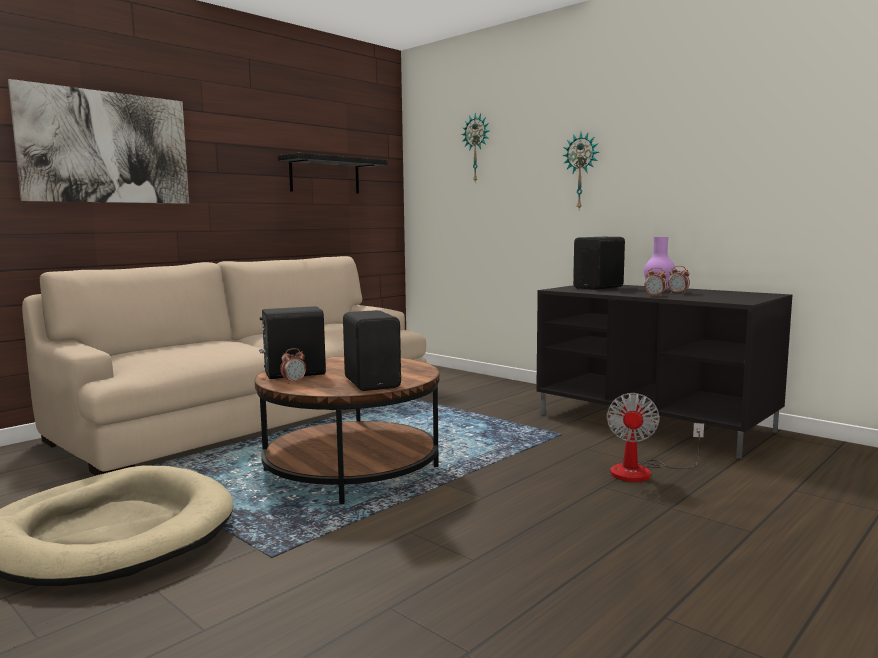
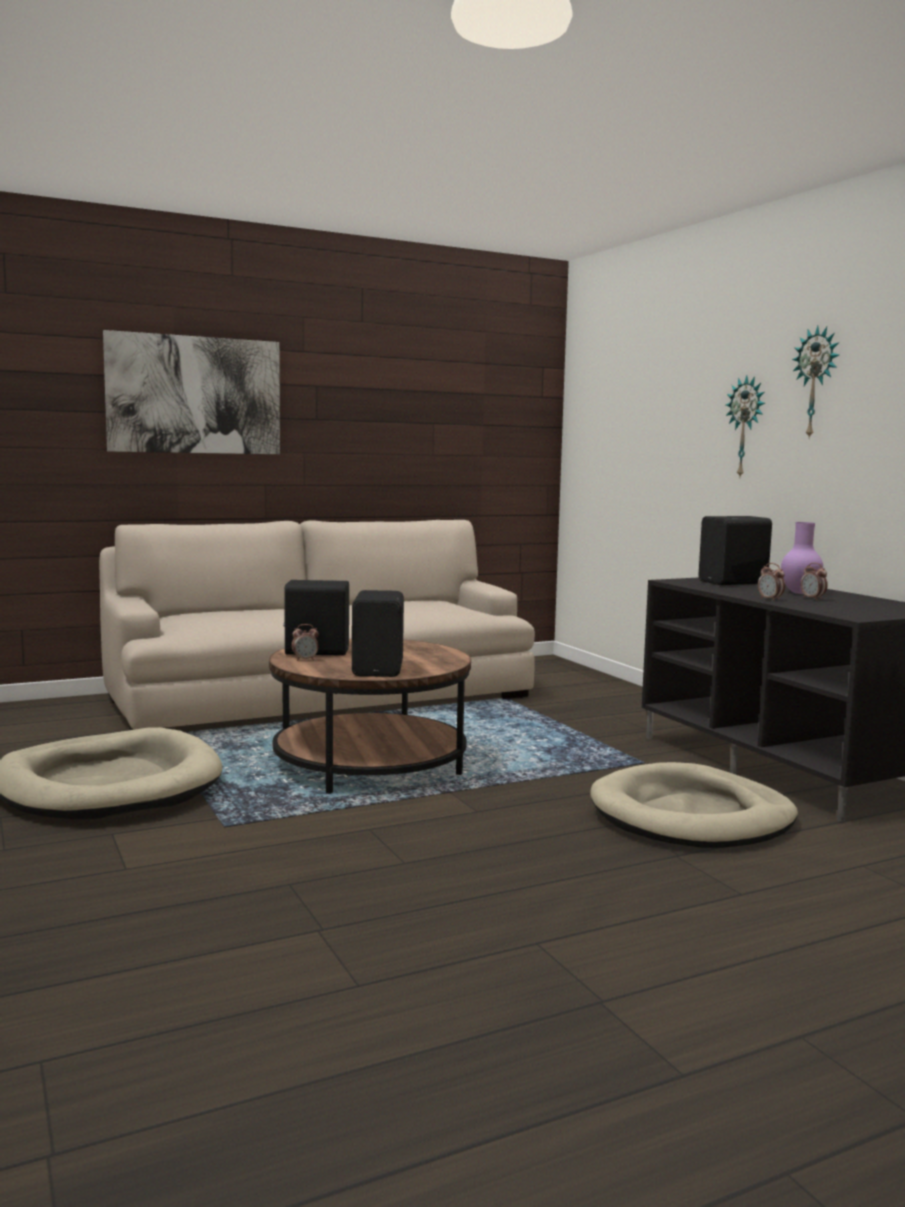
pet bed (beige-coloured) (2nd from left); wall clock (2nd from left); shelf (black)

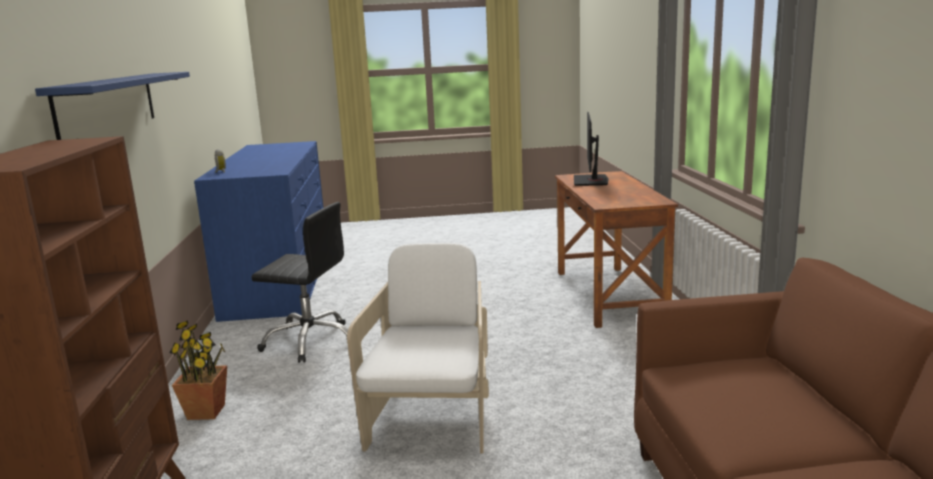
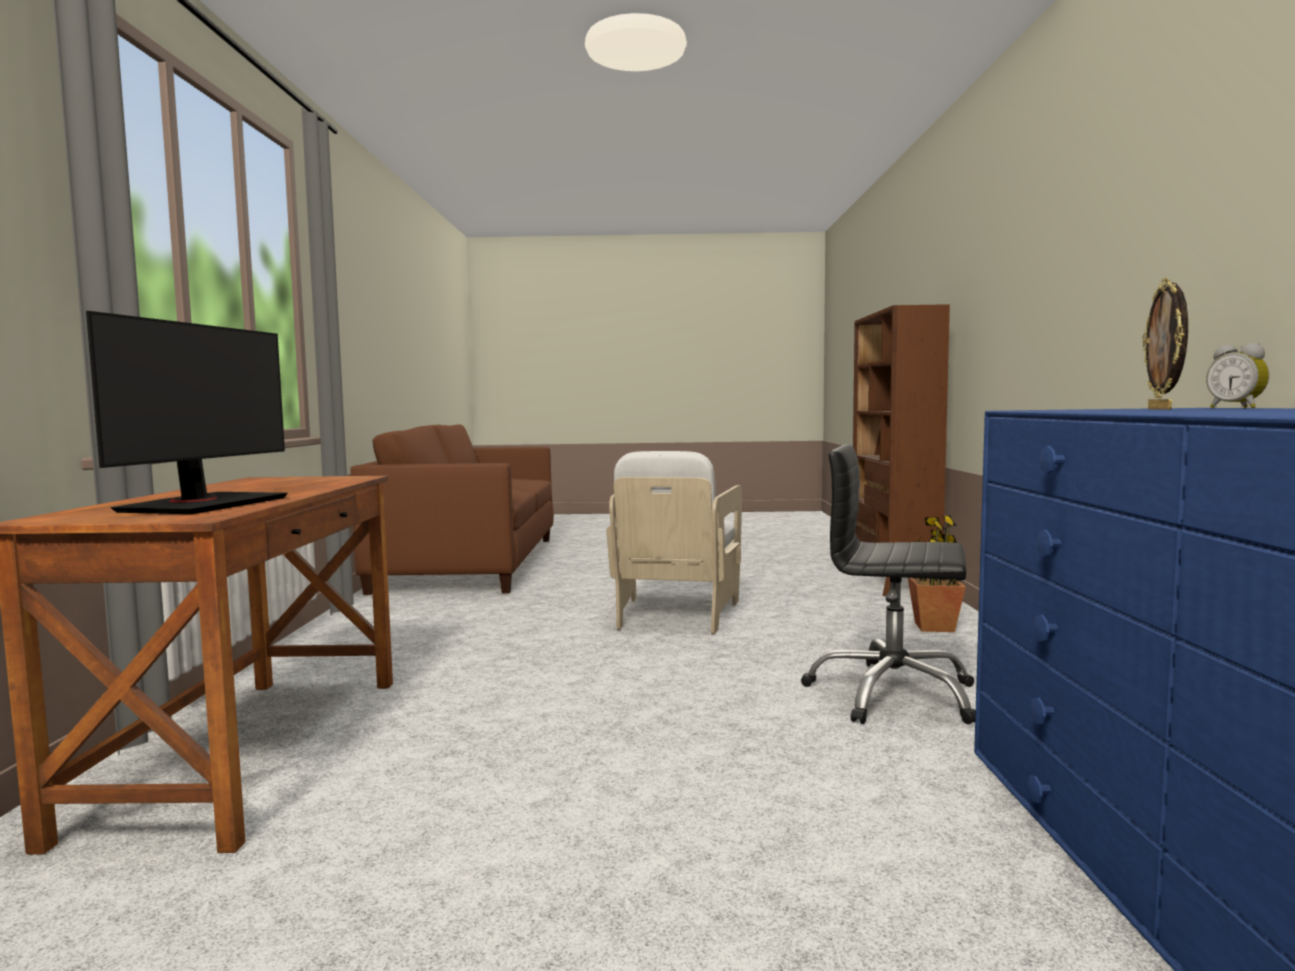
picture frame; shelf (blue-coloured)

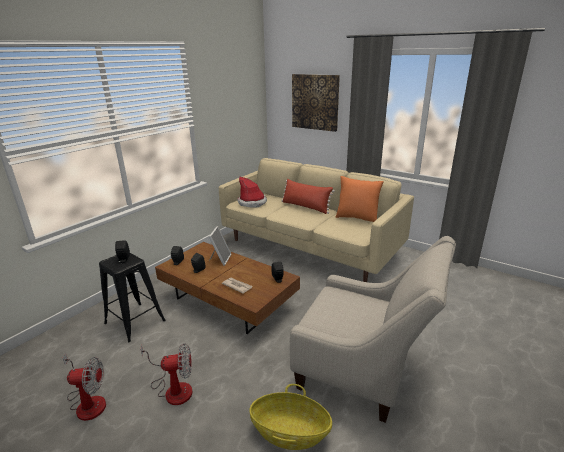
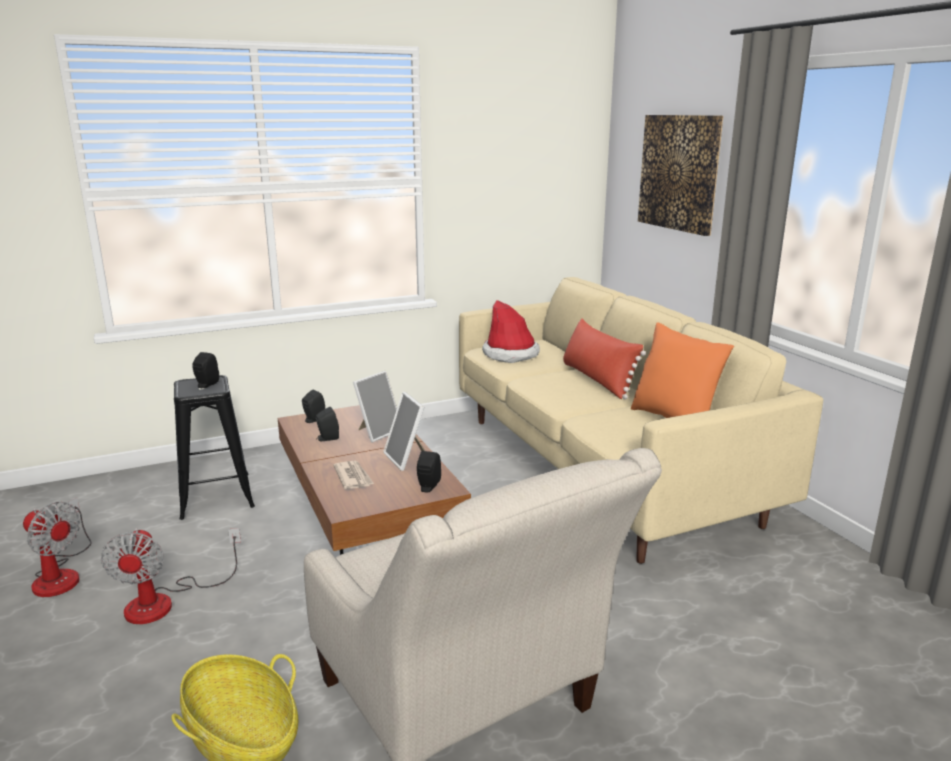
electric fan (2nd from left); picture frame (2nd from left)

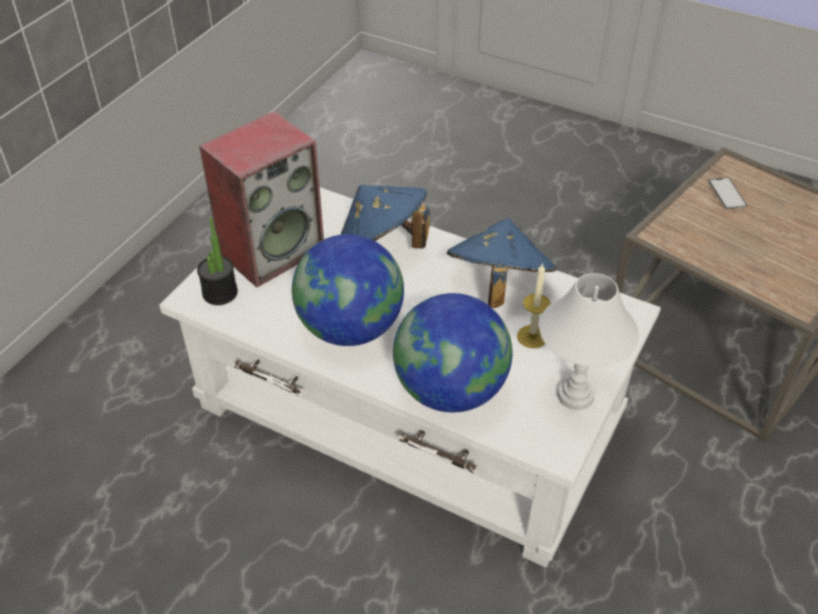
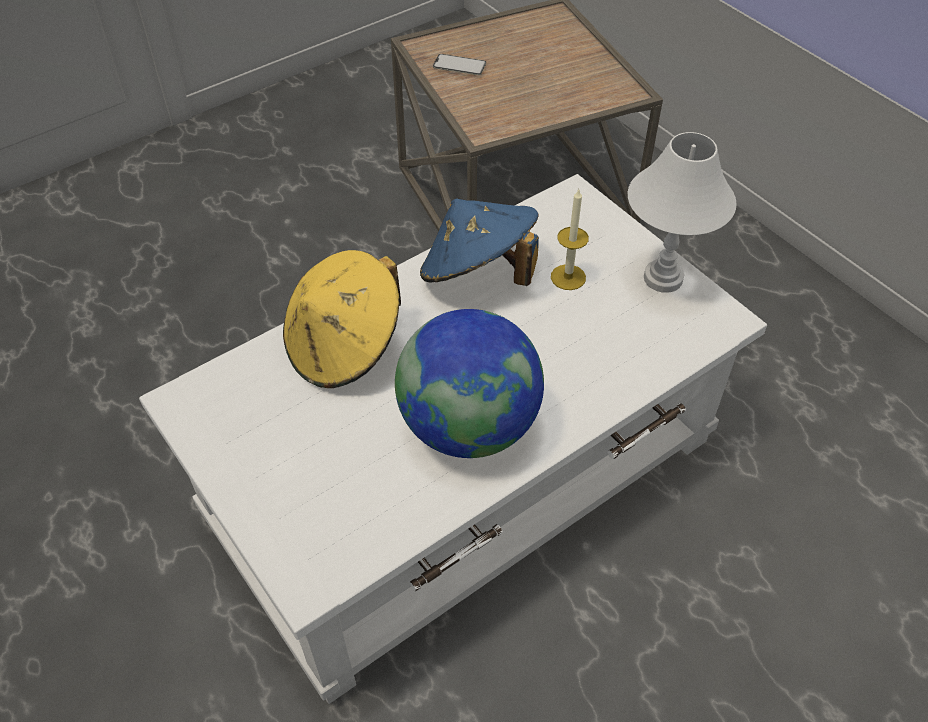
clothing hat (yellowish); plant in a pot; loudspeaker; desk globe (2nd from left in the first image)

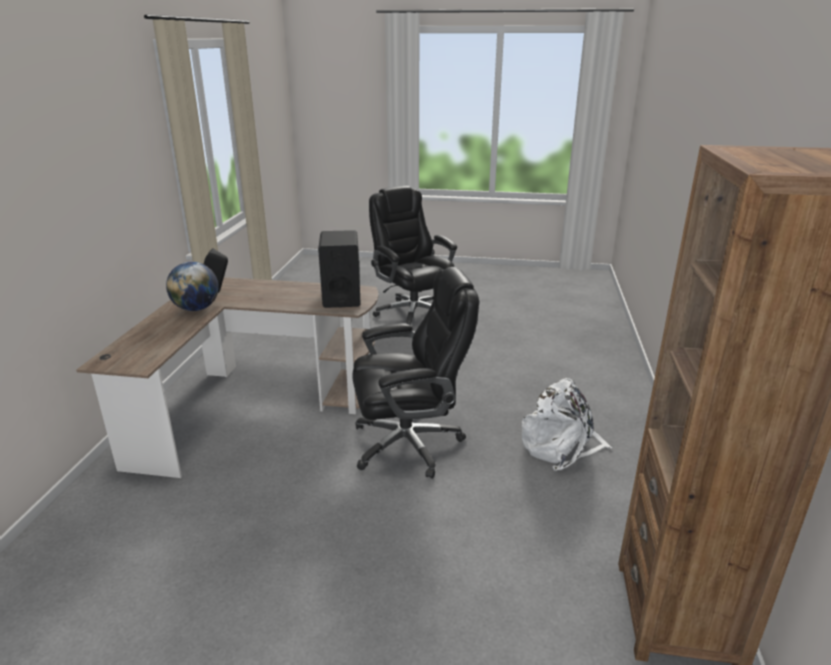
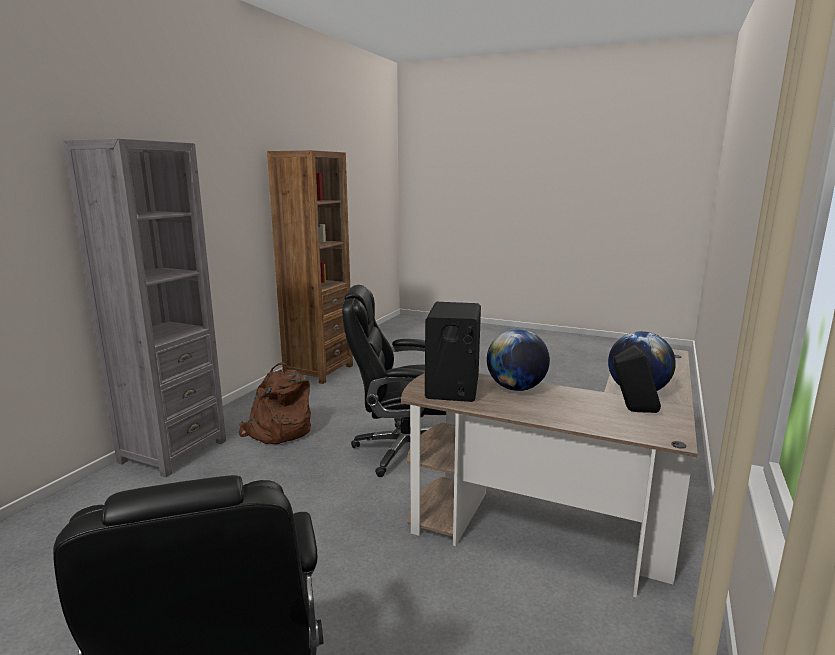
bookcase (gray); backpack (brownish); desk globe (1st from left)

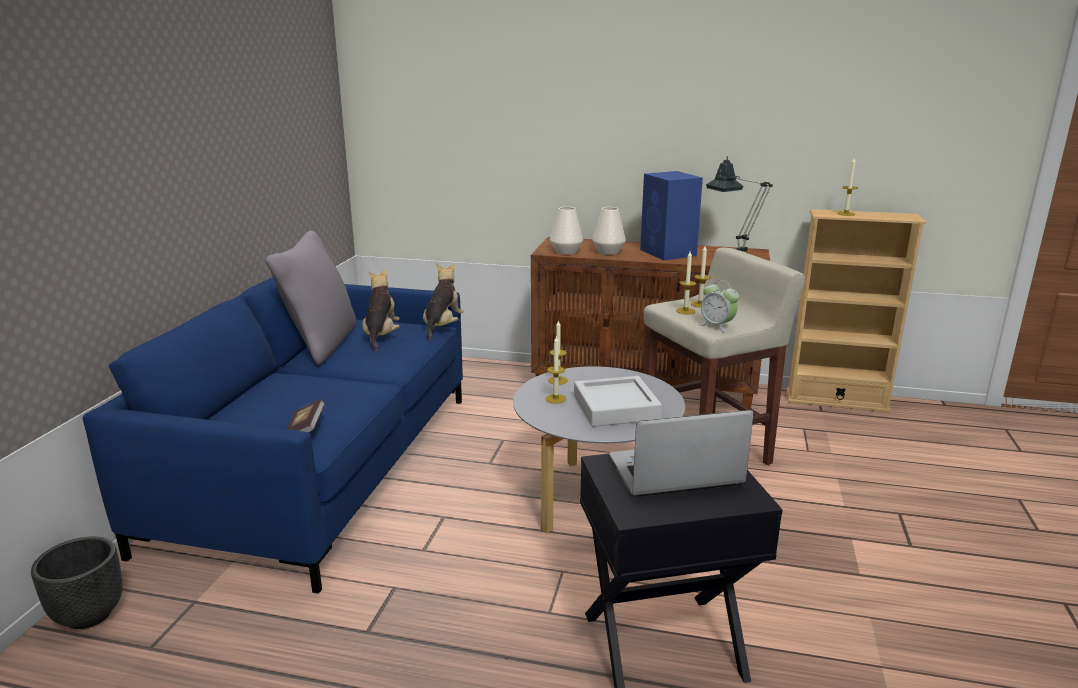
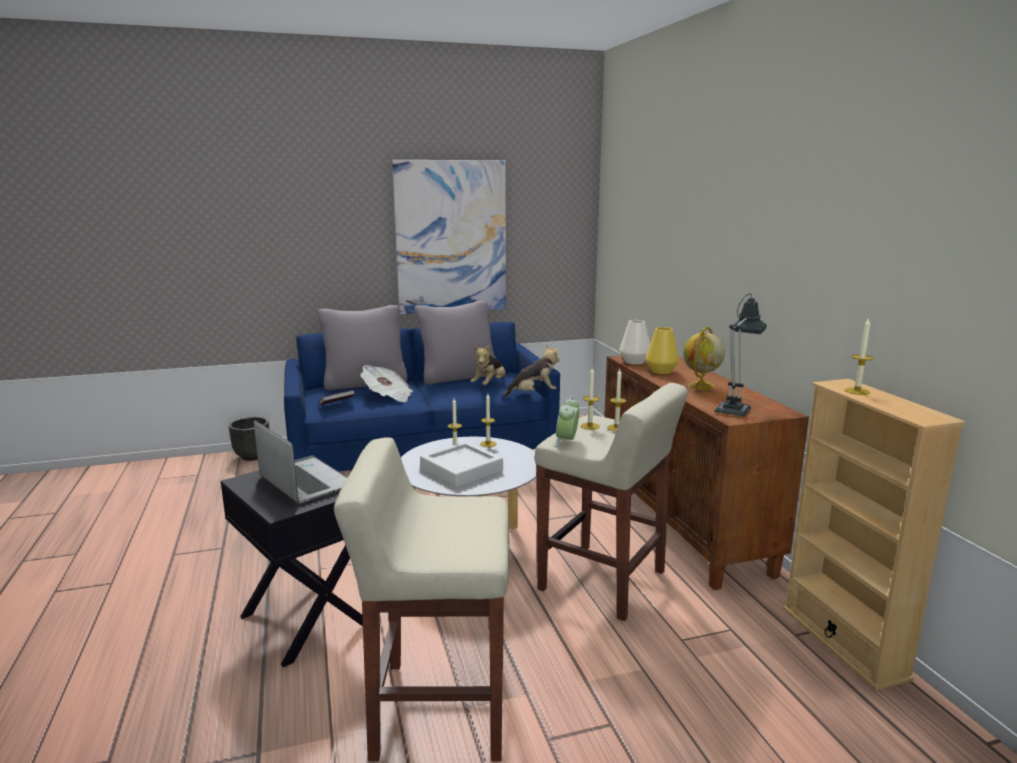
throw pillow (gray) (1st from left); stool seat (beige-coloured) (1st from left); printed paper; wall art; cuddly toy (1st from left); vase (yellowish); desk globe

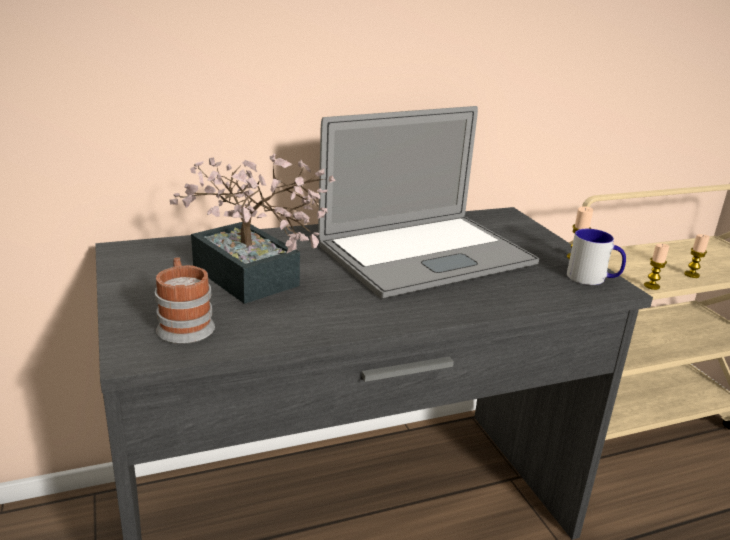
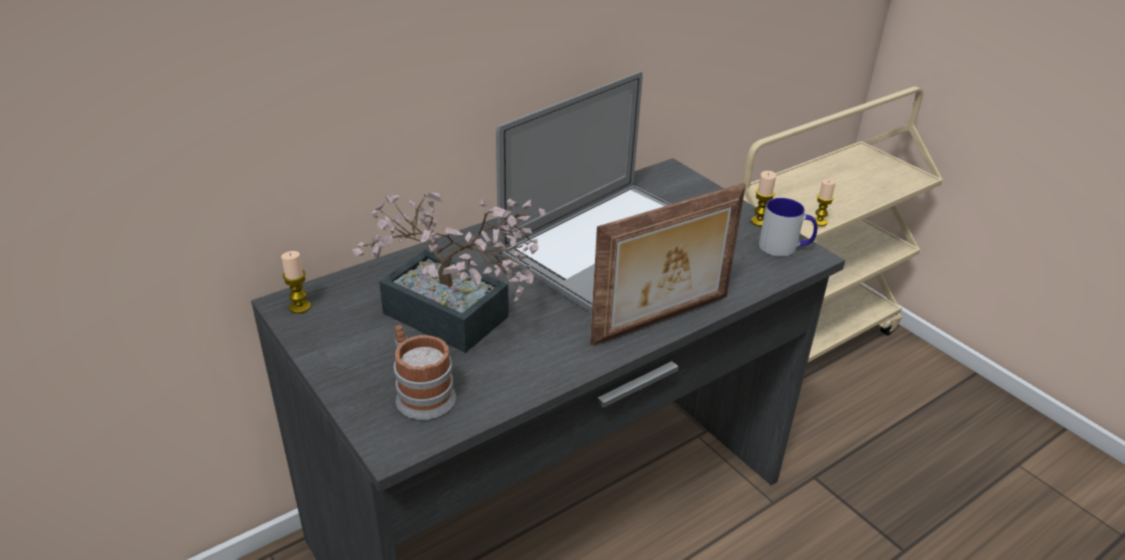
wax candle (1st from left); picture frame

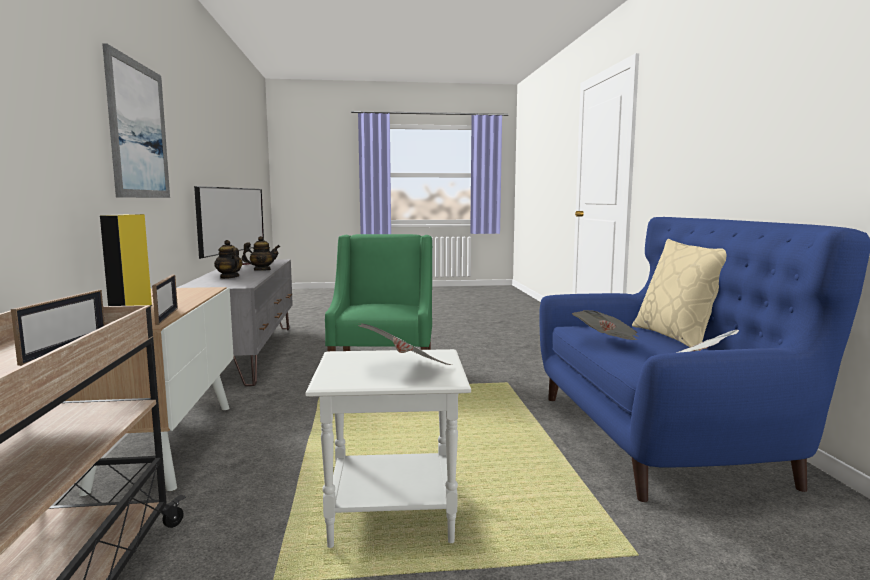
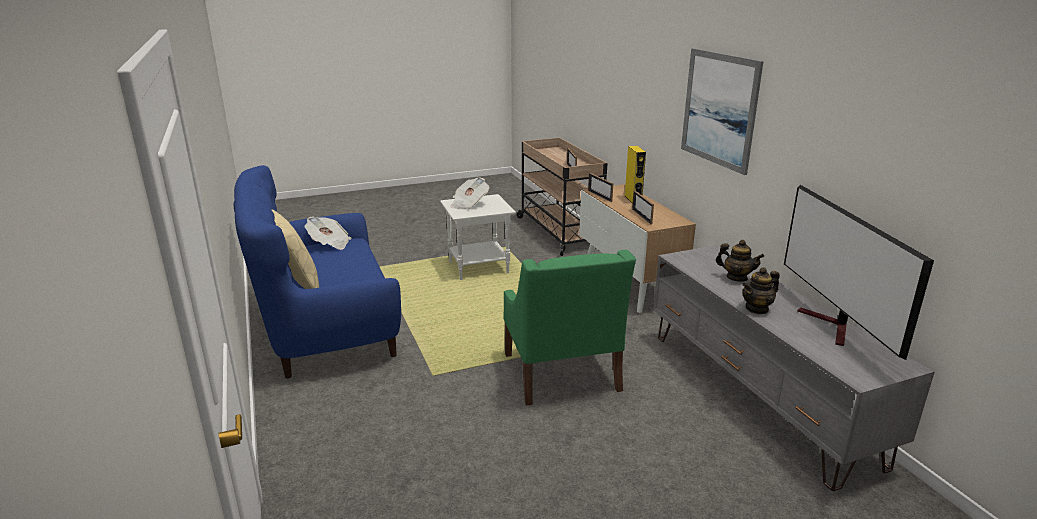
picture frame (3rd from left); printed paper (2nd from left in the first image)

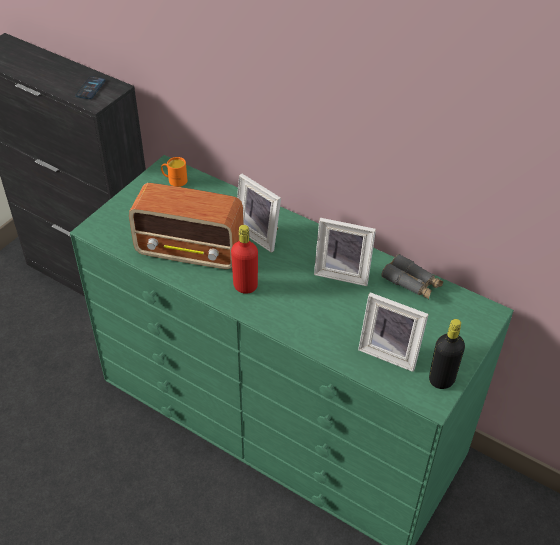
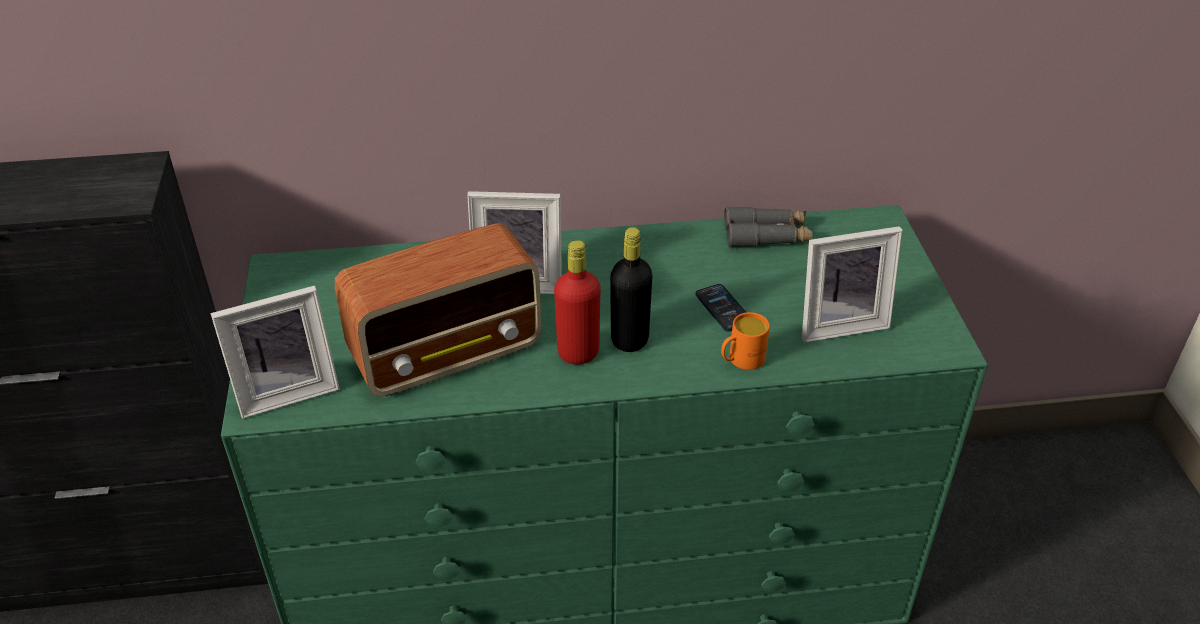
picture frame (1st from left); beverage bottle (black); handset; coffee mug (orange-coloured)

